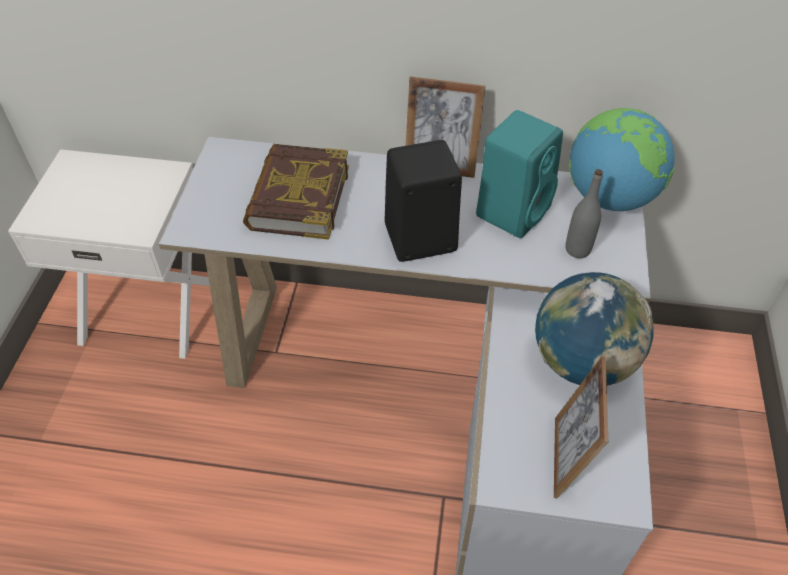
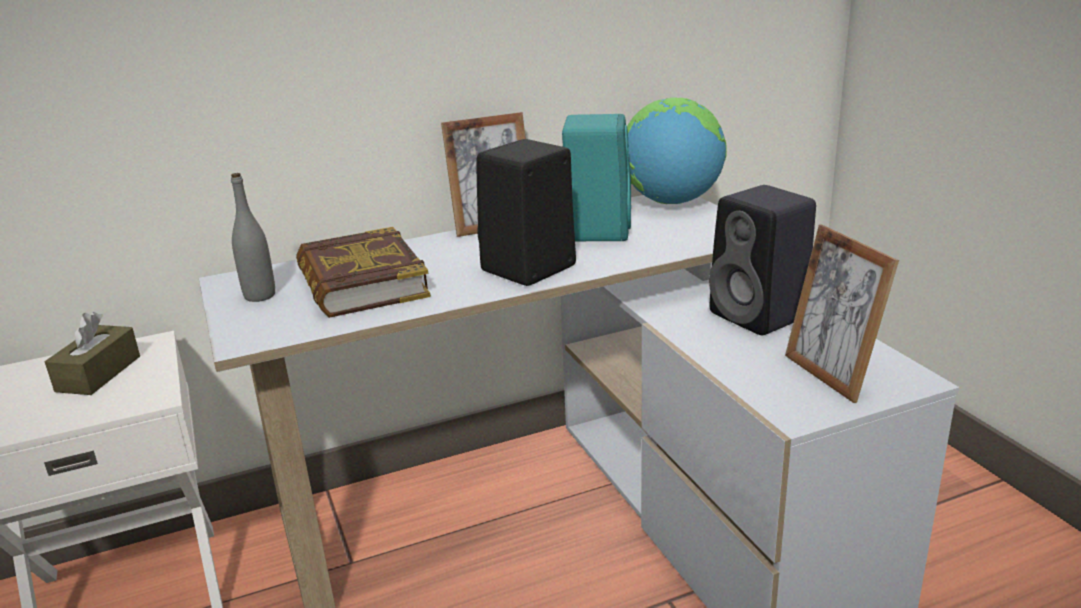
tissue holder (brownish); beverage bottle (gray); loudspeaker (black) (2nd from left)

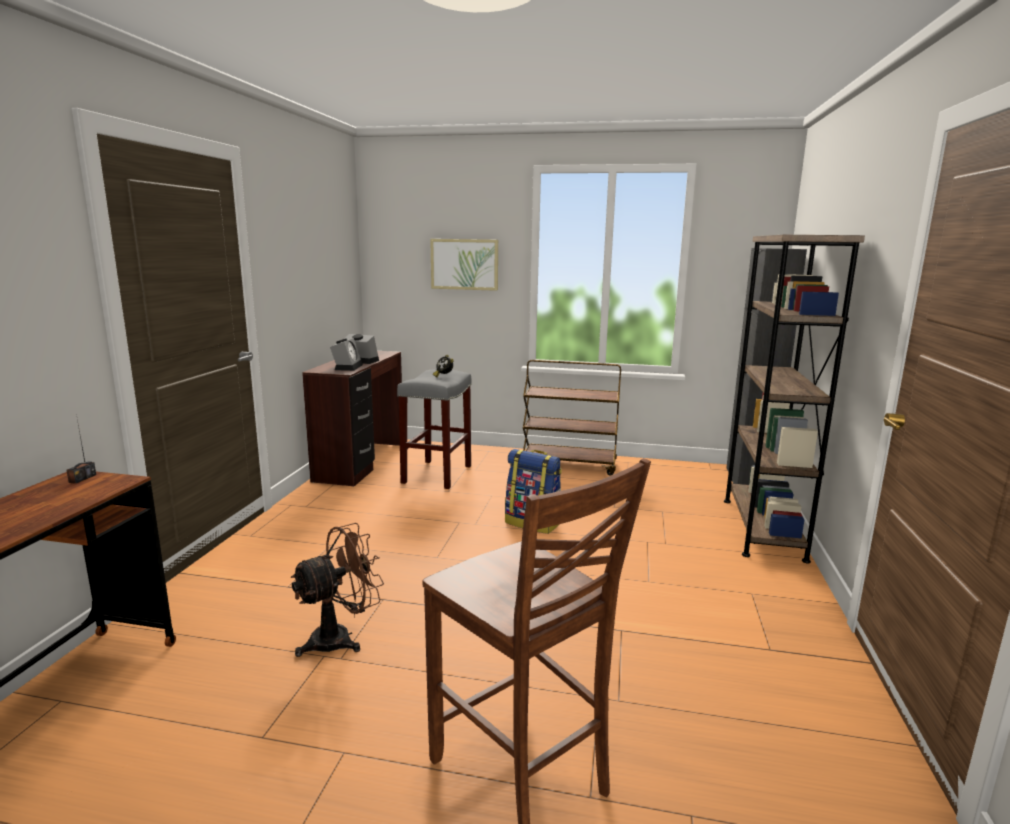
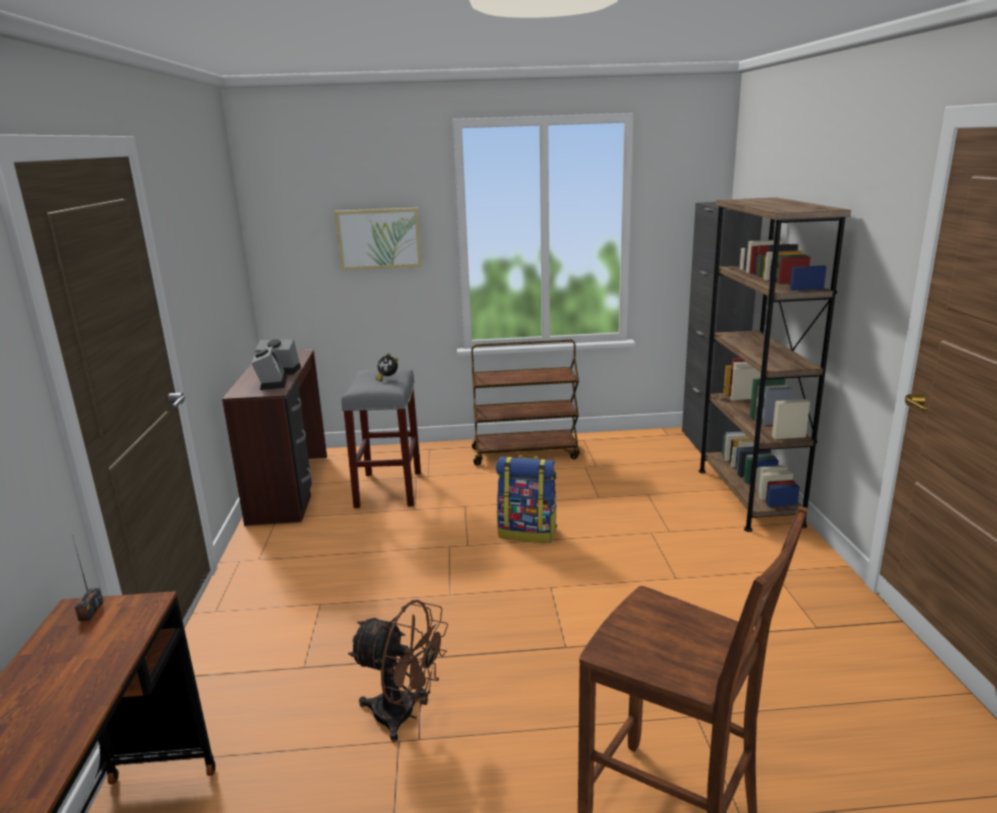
electric fan (brownish)

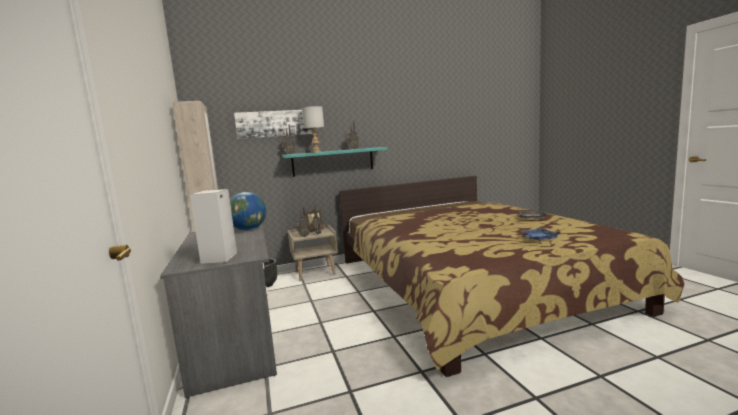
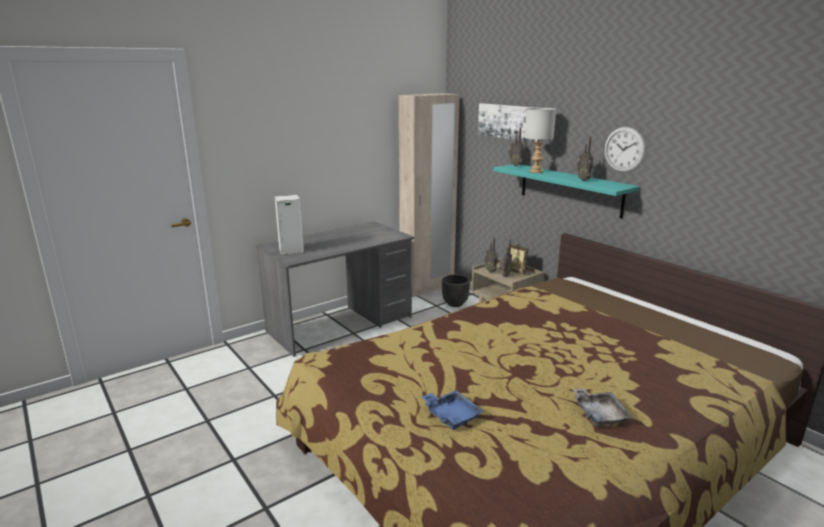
wall clock; desk globe

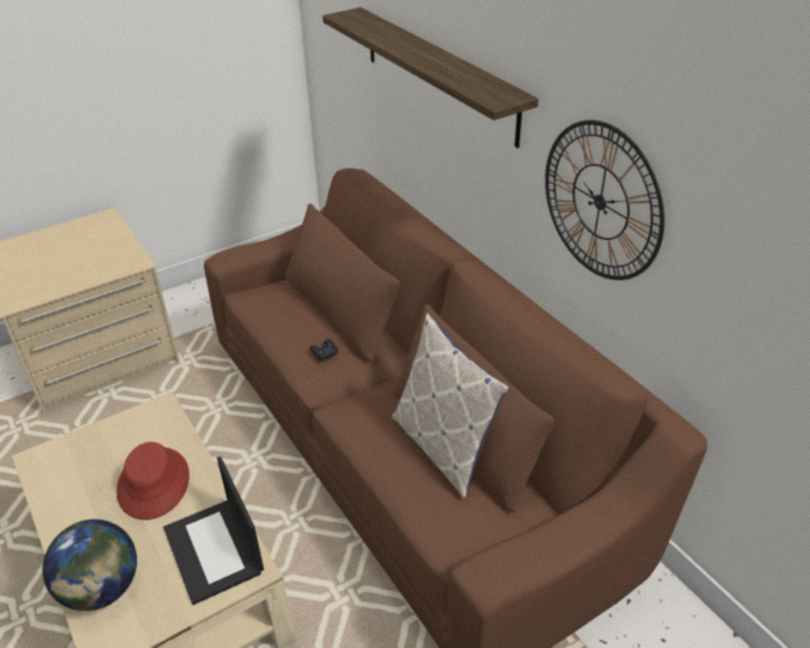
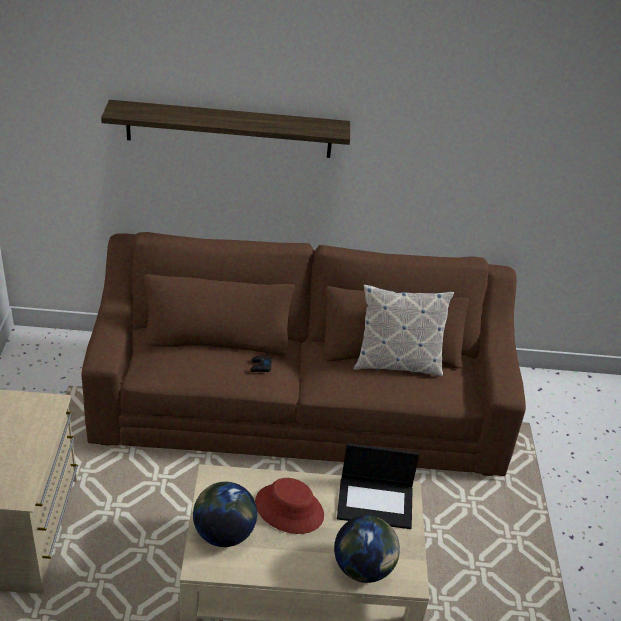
desk globe (1st from left); wall clock

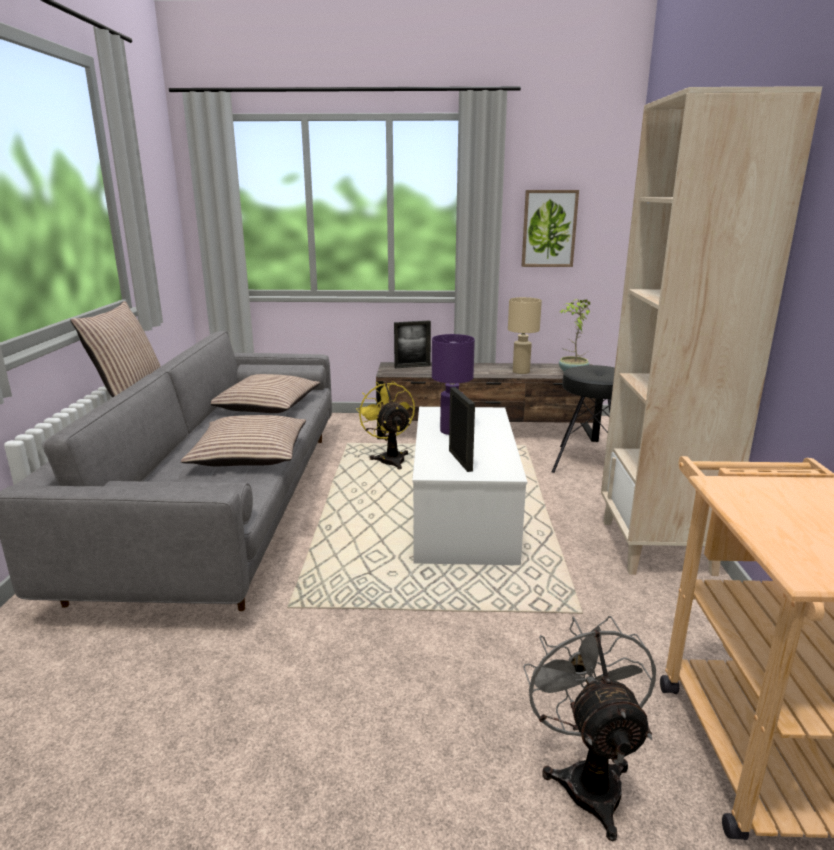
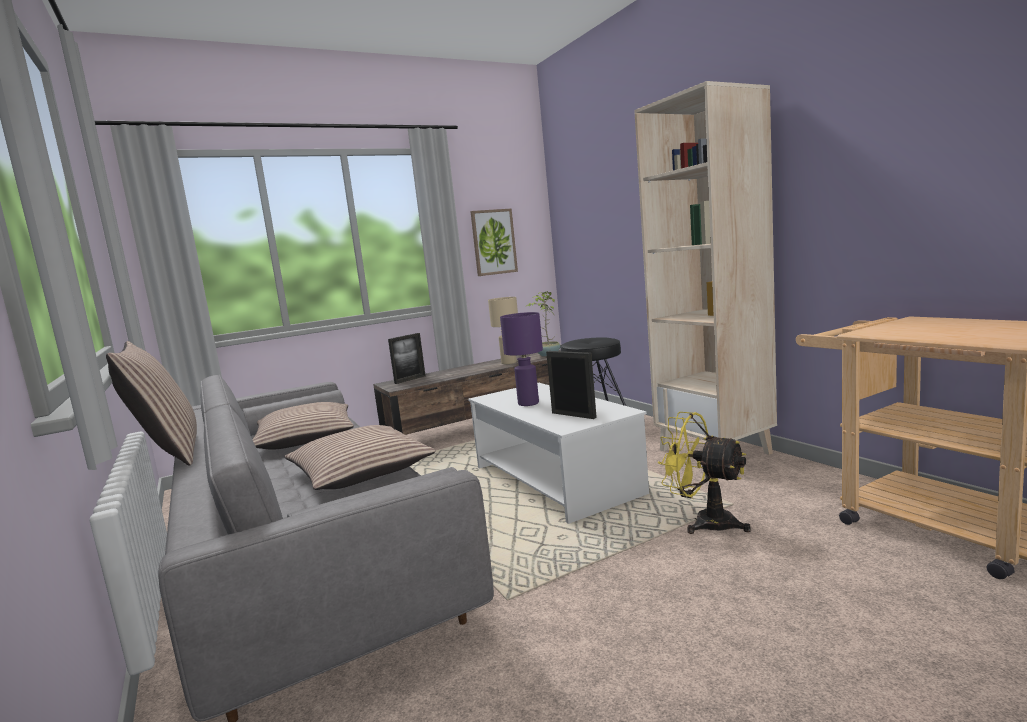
electric fan (yellowish); electric fan (gray)

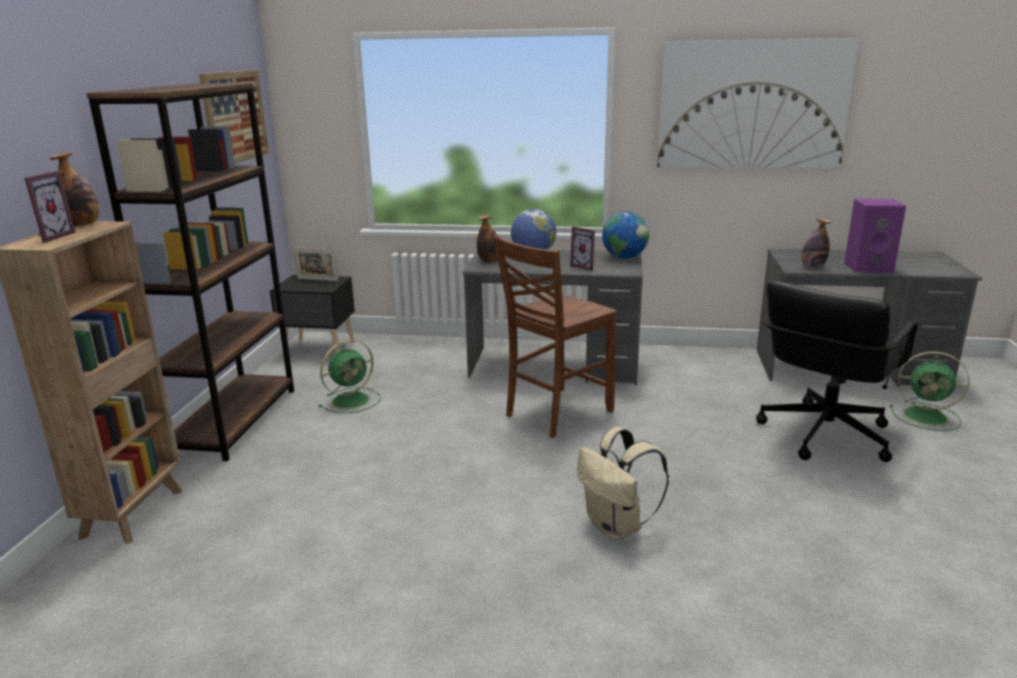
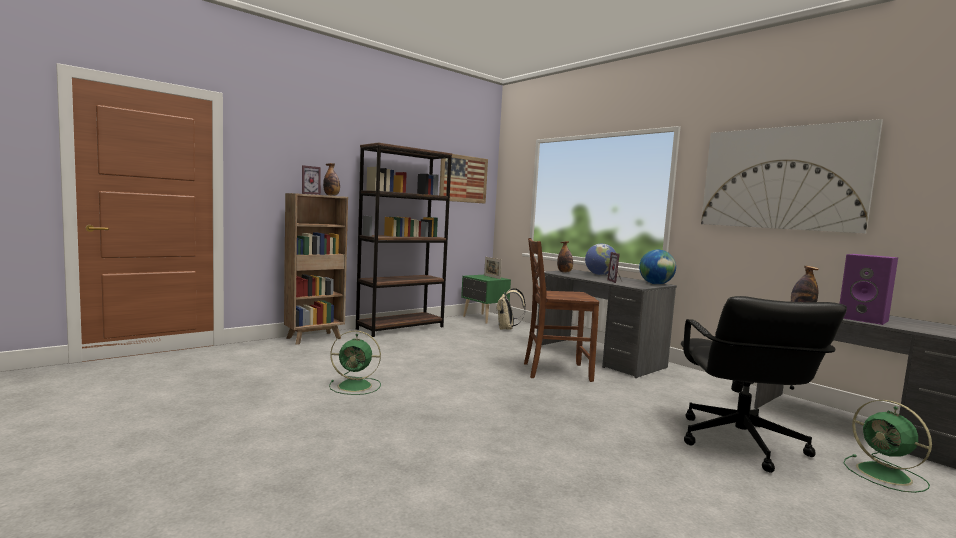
electric fan (greenish) (1st from left); nightstand (greenish); backpack (beige-coloured); desk chair (black)

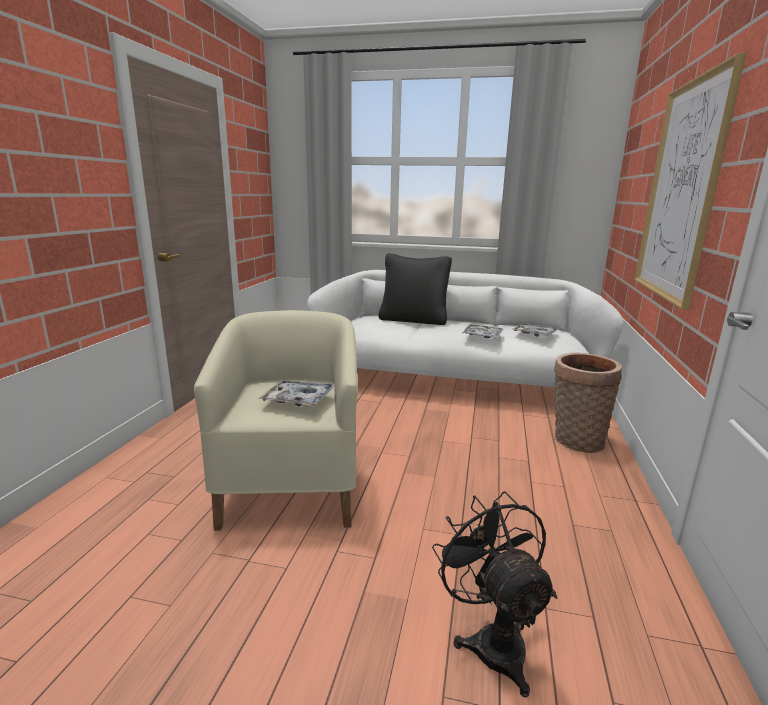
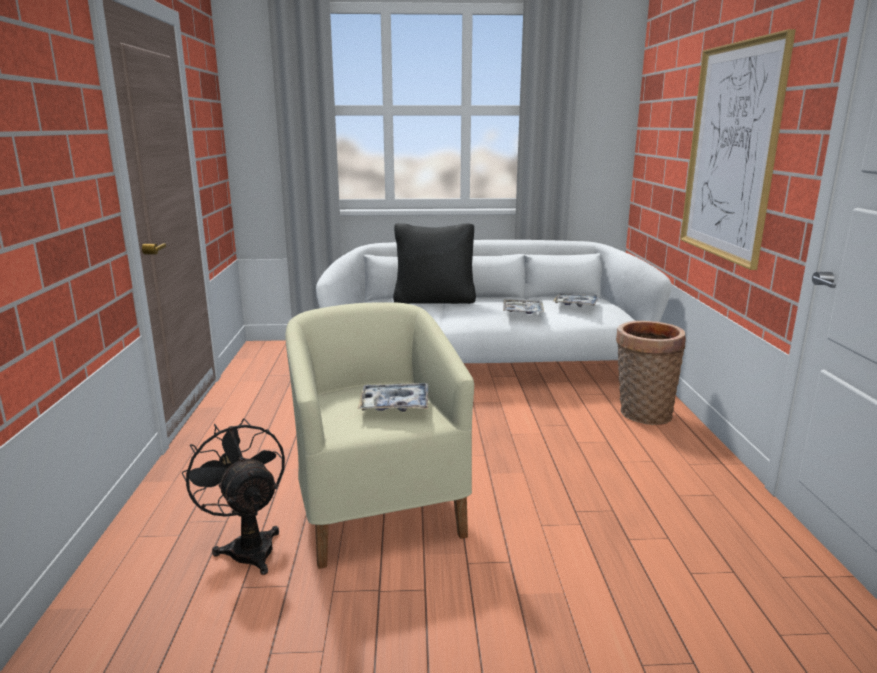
electric fan (black)

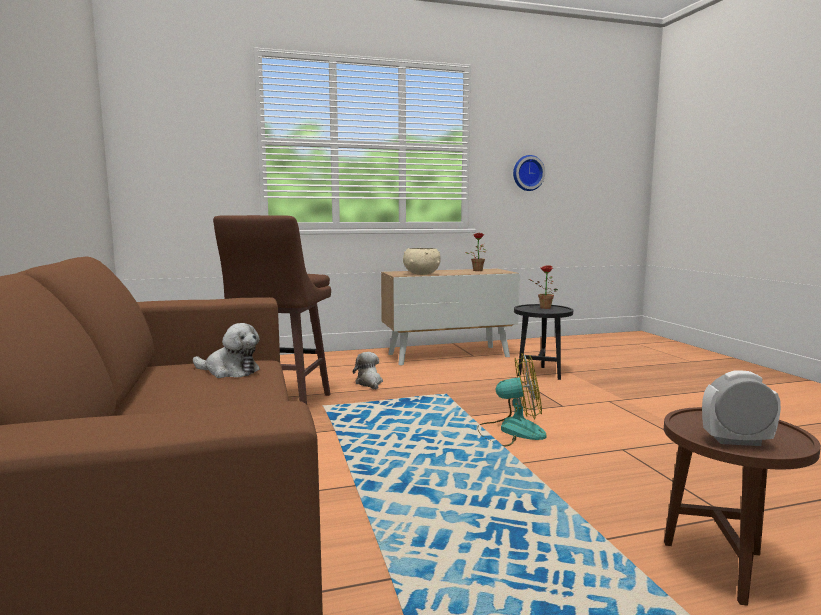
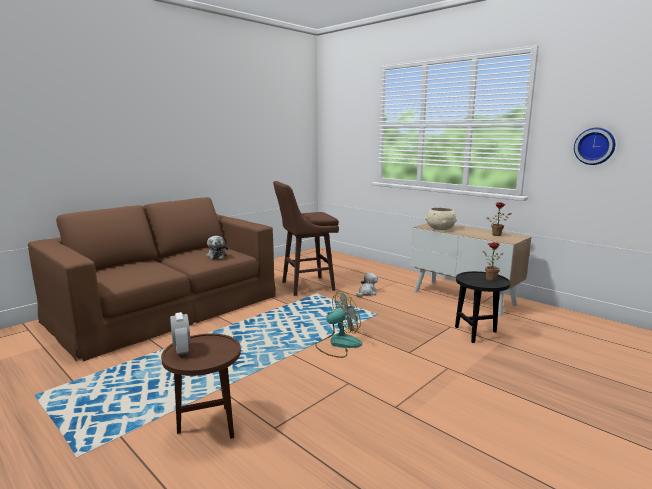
electric fan

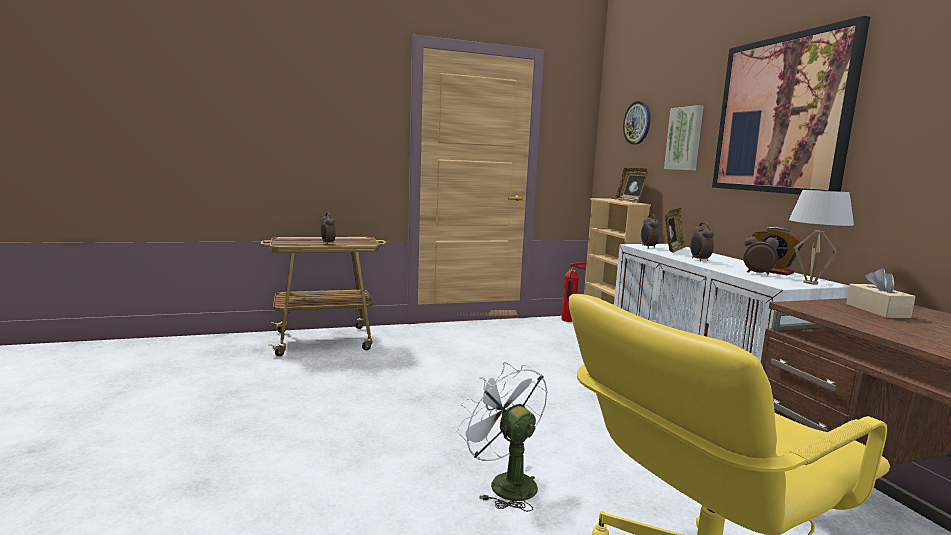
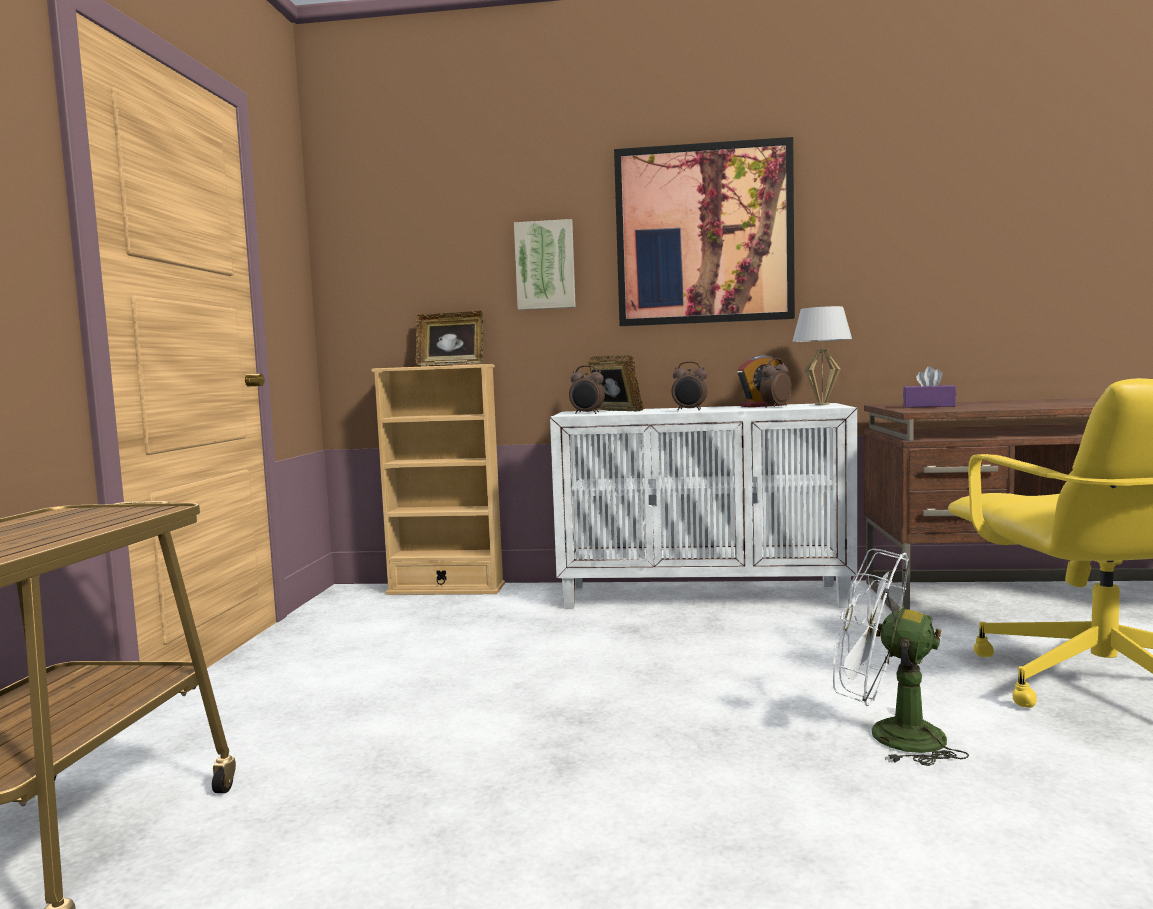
electric fan (whitish); tissue holder (purplish); alarm clock (1st from left in the first image); fire-fighting cylinder; wall clock

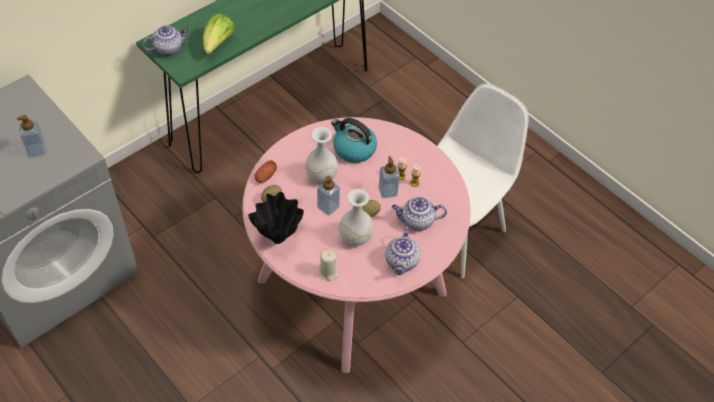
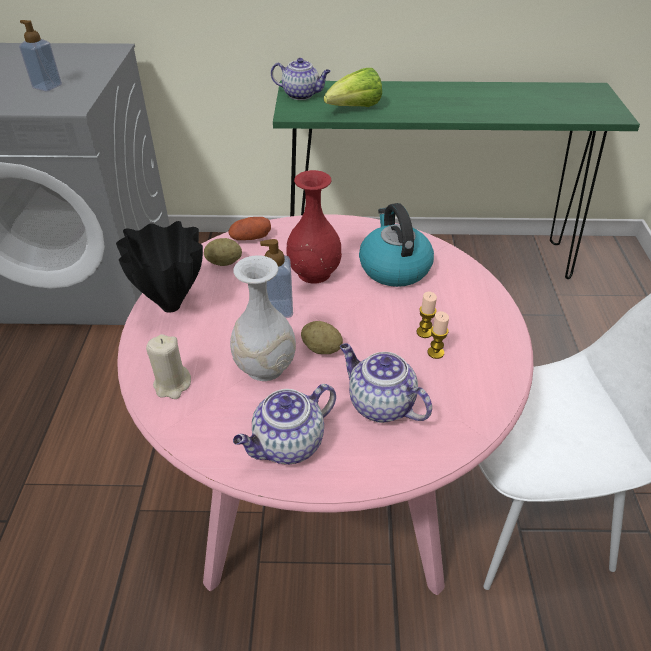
vase (reddish); soap dispenser (3rd from left in the first image)

